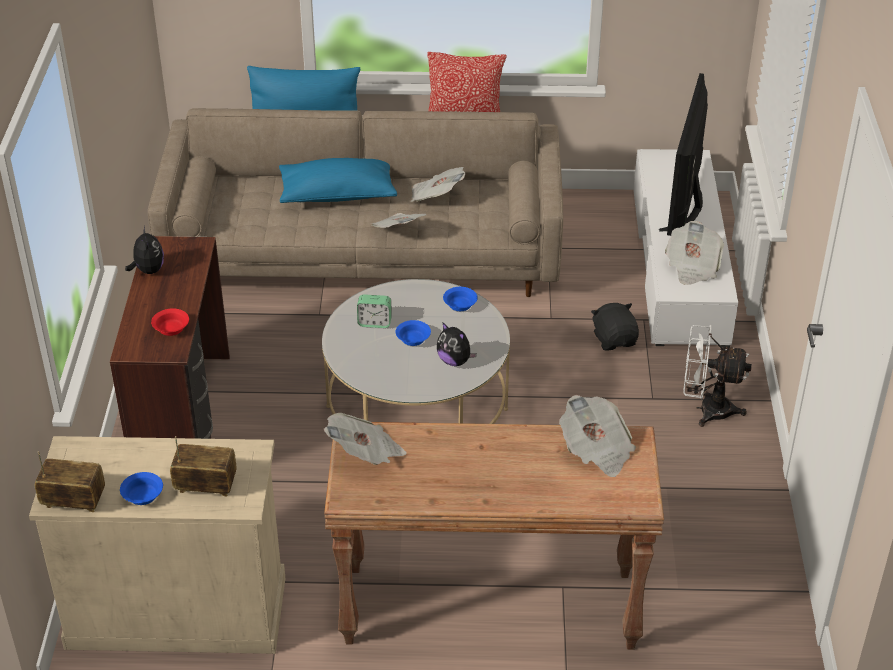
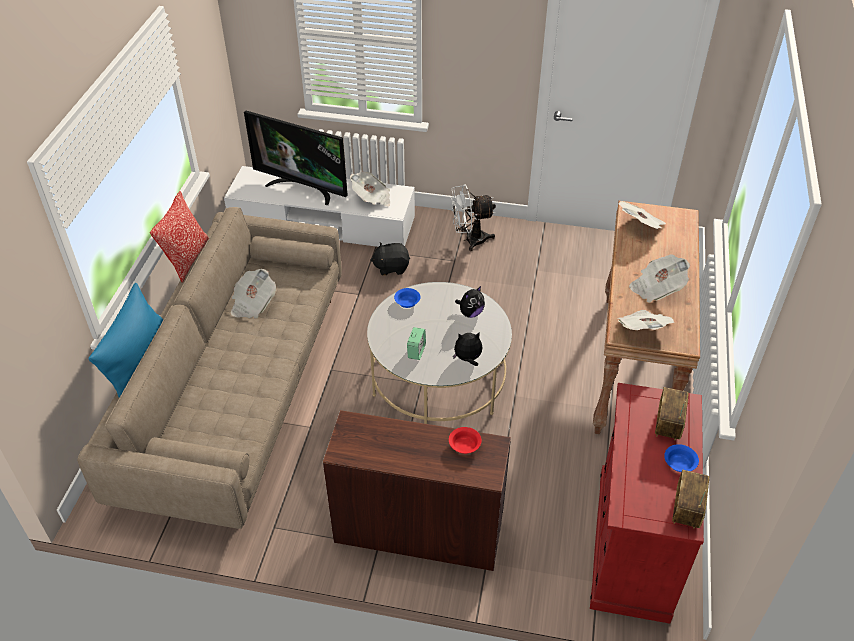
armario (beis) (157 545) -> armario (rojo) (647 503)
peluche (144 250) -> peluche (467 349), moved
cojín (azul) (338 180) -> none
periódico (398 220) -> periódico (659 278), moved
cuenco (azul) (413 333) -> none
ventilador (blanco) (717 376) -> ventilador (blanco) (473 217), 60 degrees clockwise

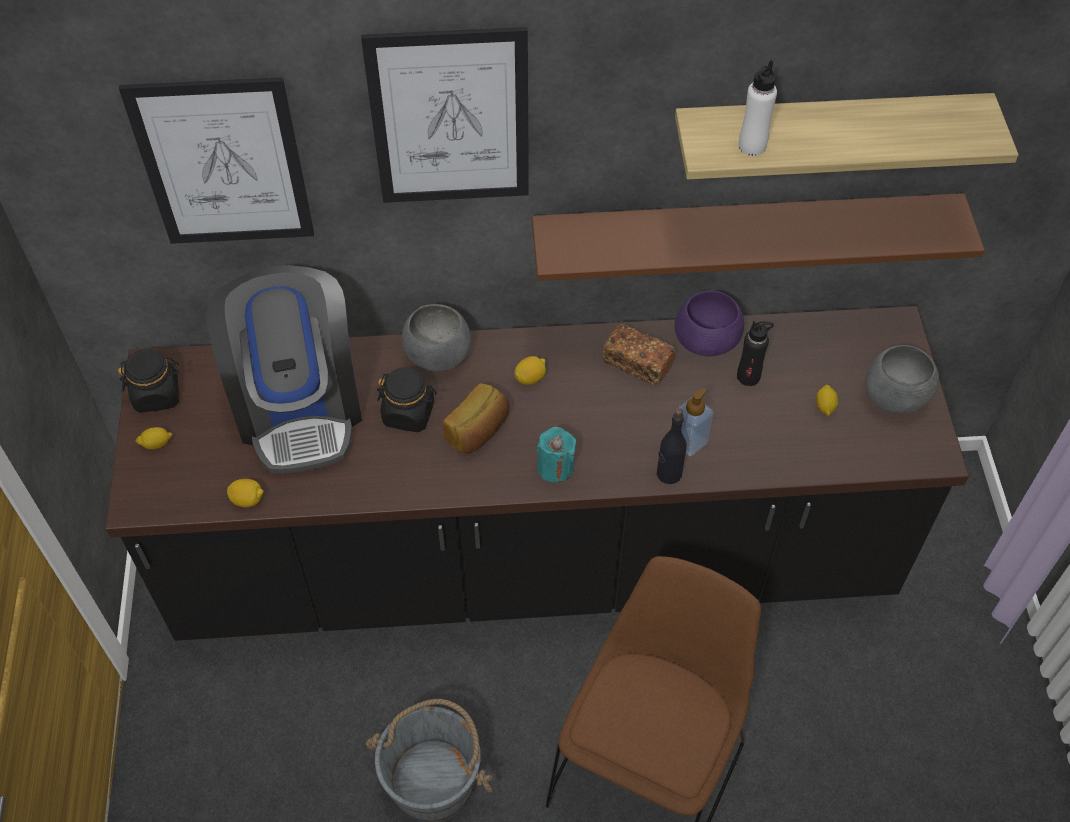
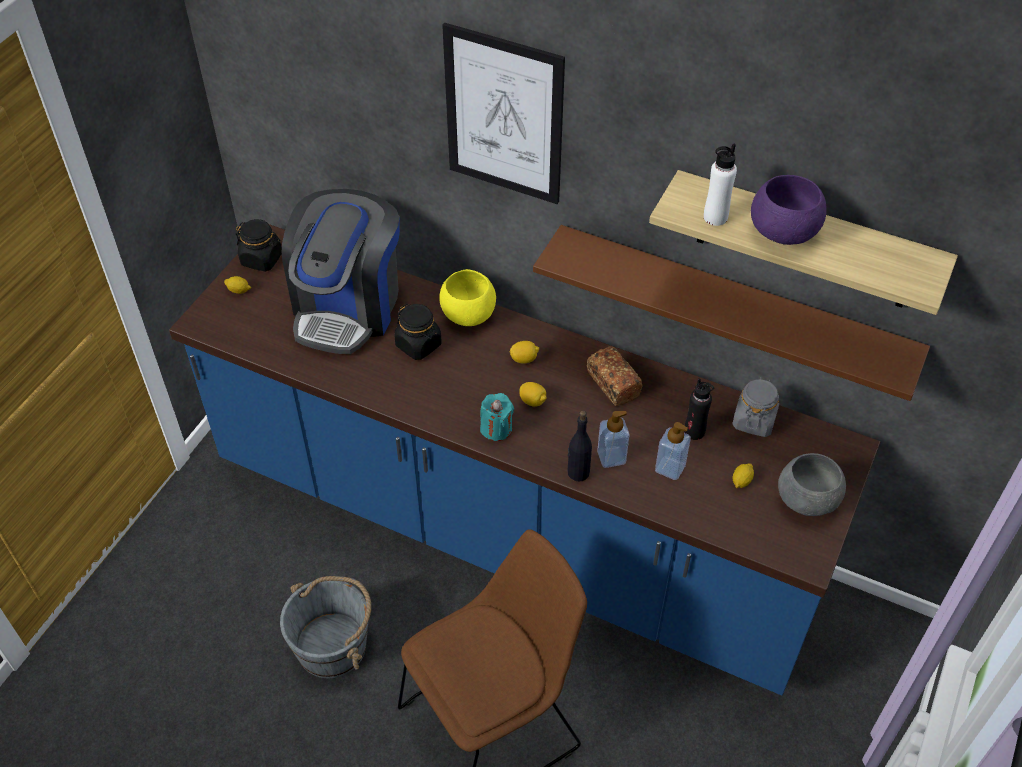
mueble bajo de cocina (negro) (537 473) -> mueble bajo de cocina (azul) (524 460)
cuadro (216 160) -> none
limón (245 493) -> limón (533 394), moved
cuenco (gris) (436 338) -> cuenco (amarillo) (467 297)
pan (476 418) -> none
cuenco (morado) (709 324) -> cuenco (morado) (789 210), moved
none -> dispensador de jabón (673 451)
none -> tarro (gris) (755 407)

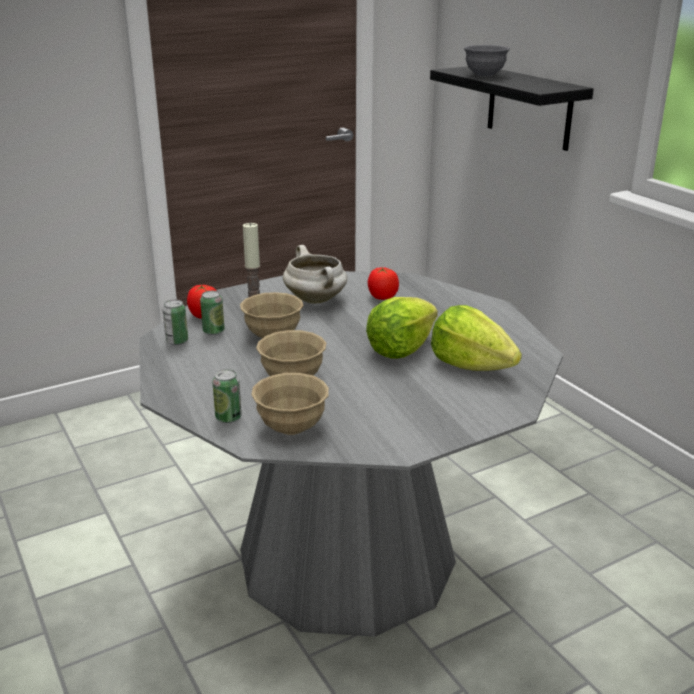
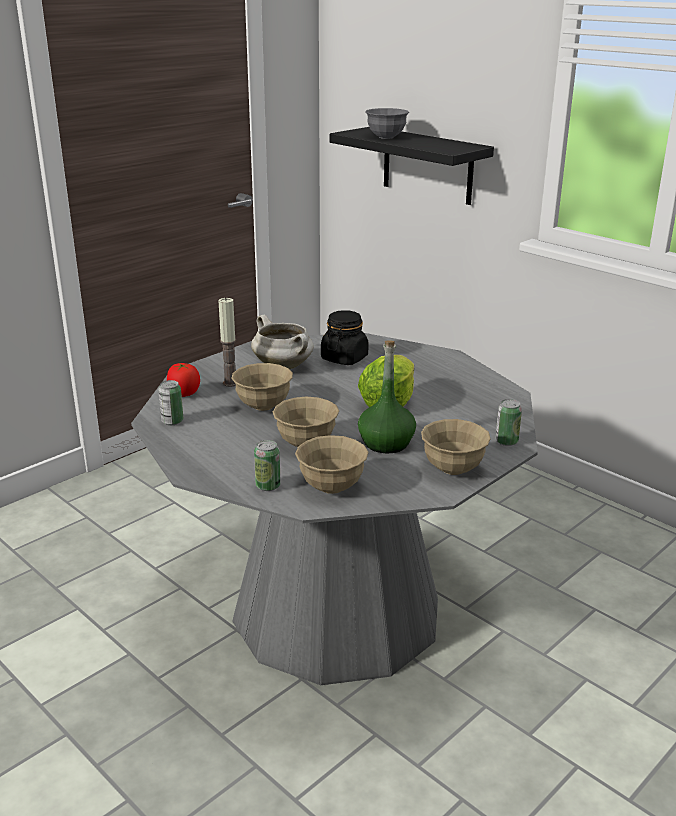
lata (212 313) -> lata (508 422), moved
tomate (383 283) -> tarro (negro) (344 337)
lechuga (476 338) -> none
none -> botella (verde) (387 396)
none -> cuenco (beis) (456 447)

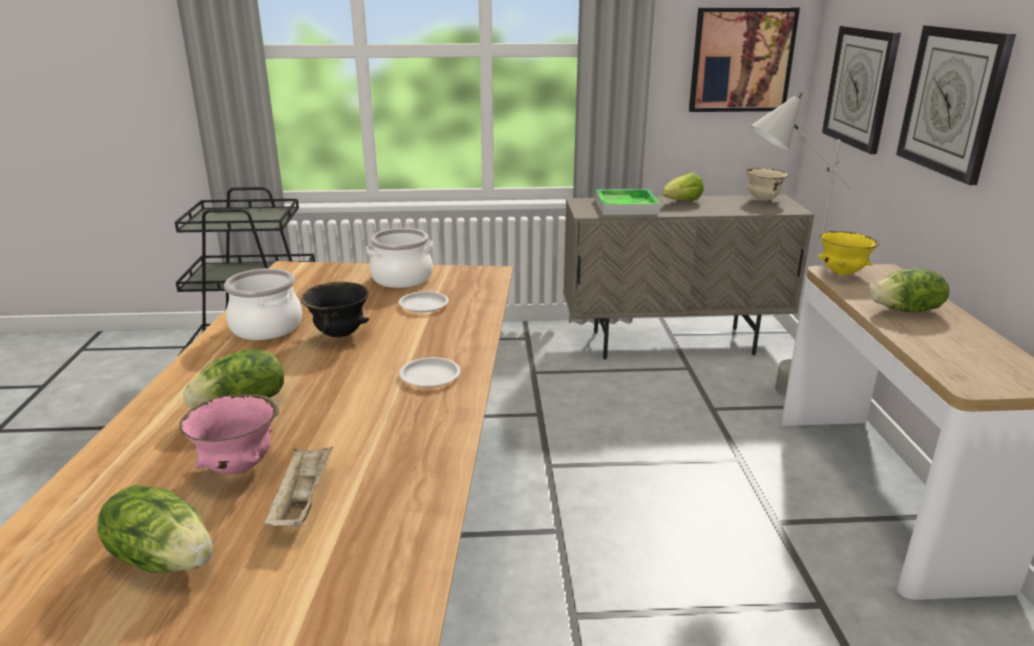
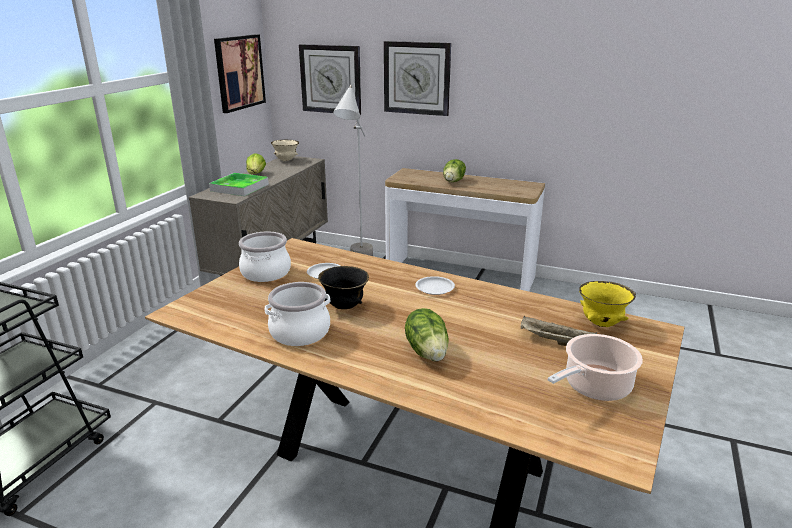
lechuga (155 529) -> olla (595 367)
cuenco (rosa) (229 434) -> none
cuenco (amarillo) (848 253) -> cuenco (amarillo) (607 304), moved

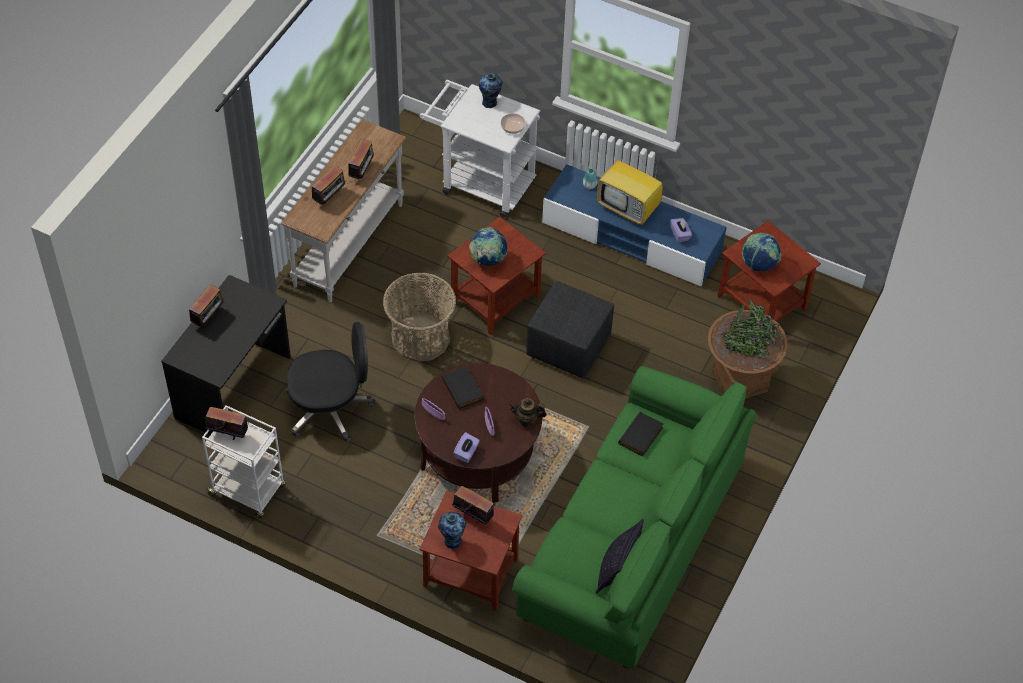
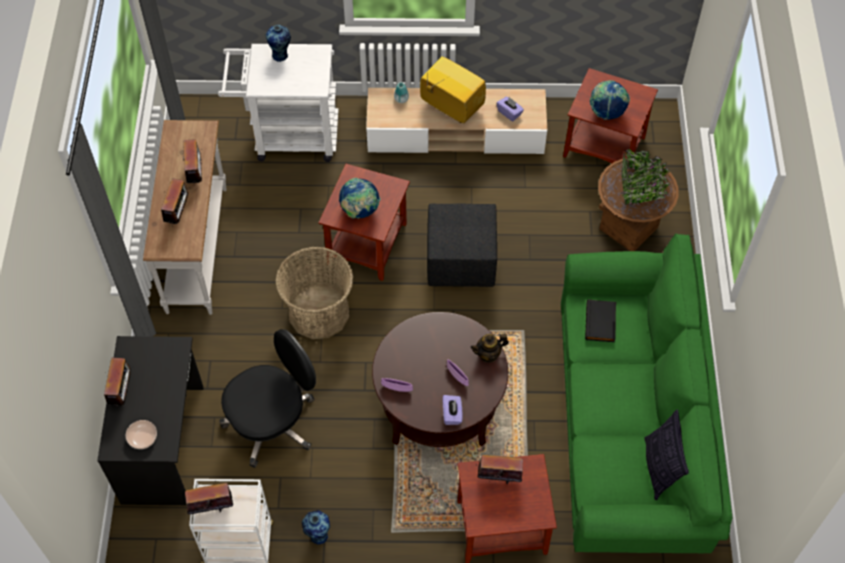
florero (452 530) -> florero (316 527), moved
libro (negro) (463 387) -> none
cuenco (513 123) -> cuenco (141 434), moved
mueble de televisión (azul) (634 225) -> mueble de televisión (beis) (456 121)
televisor (630 189) -> televisor (453 89), 150 degrees counterclockwise

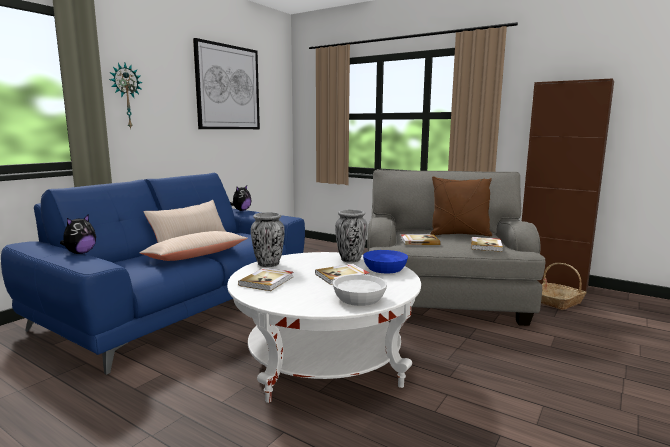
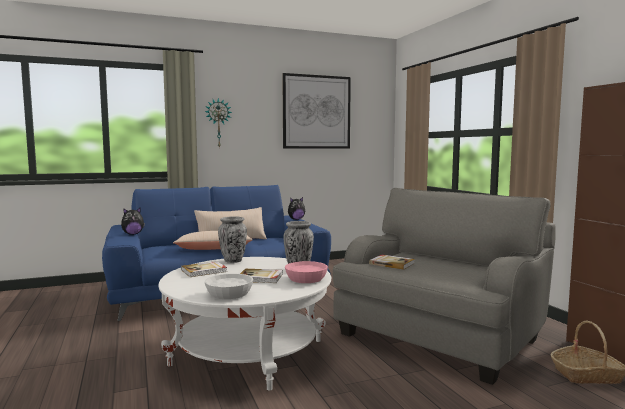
cuenco (azul) (385 262) -> cuenco (rosa) (306 272)
cojín (marrón) (461 206) -> none
libro (487 244) -> none

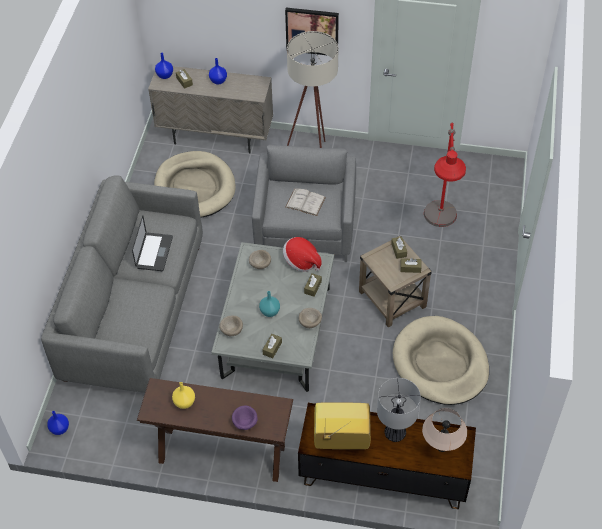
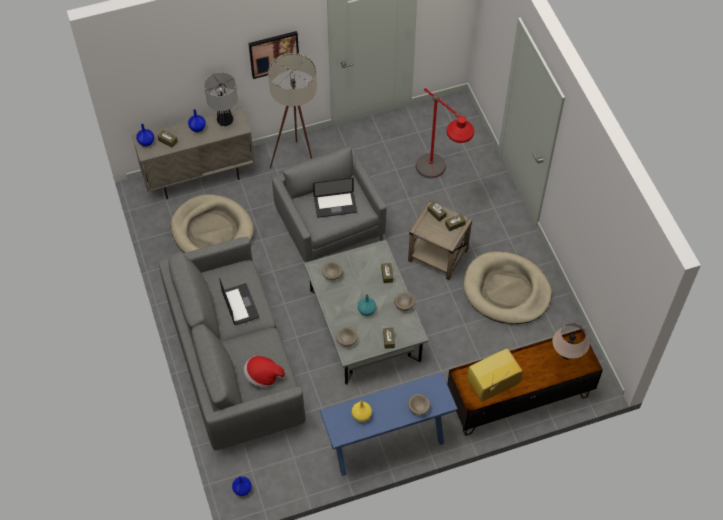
mesa consola (marrón) (215 430) -> mesa consola (azul) (389 424)
cuenco (morado) (245 418) -> cuenco (beis) (419 405)
sombrero (302 254) -> sombrero (264 372), moved
libro (blanco) (305 202) -> portátil (335 198)
lámpara de mesa (399 410) -> lámpara de mesa (221 99), moved

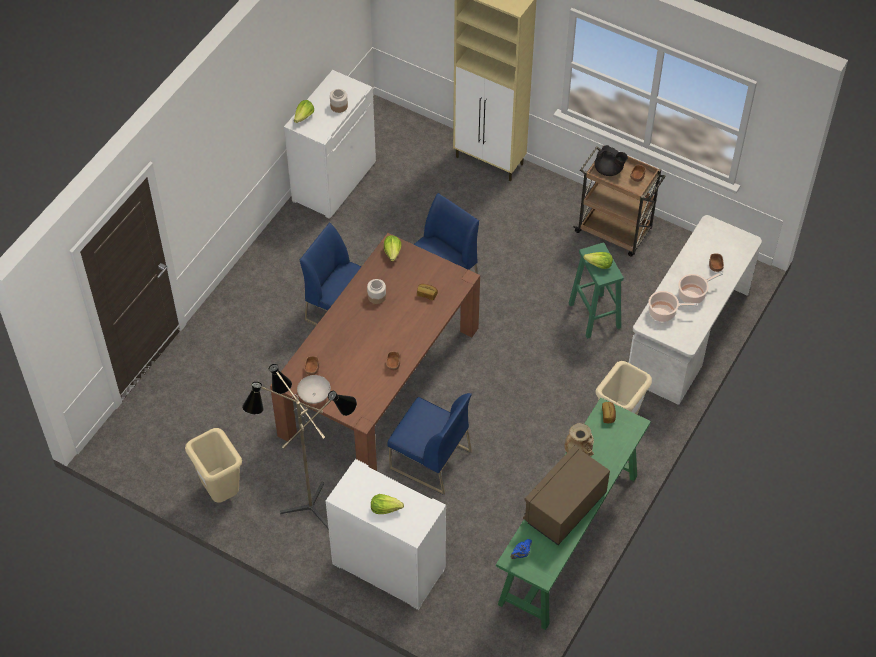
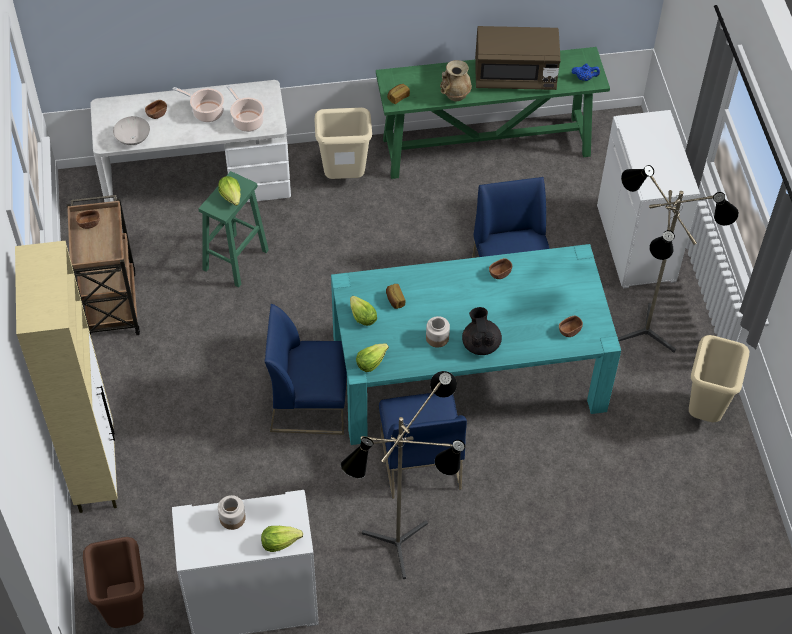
mesa de comedor (marrón) (375 352) -> mesa de comedor (turquesa) (476 344)
cuenco (blanco) (314 389) -> cuenco (blanco) (131 130), moved
lechuga (387 504) -> lechuga (363 311), moved
tetera (negro) (611 160) -> tetera (negro) (482 331), moved
none -> papelera (marrón) (113 582)
none -> lámpara de pie (403 475)

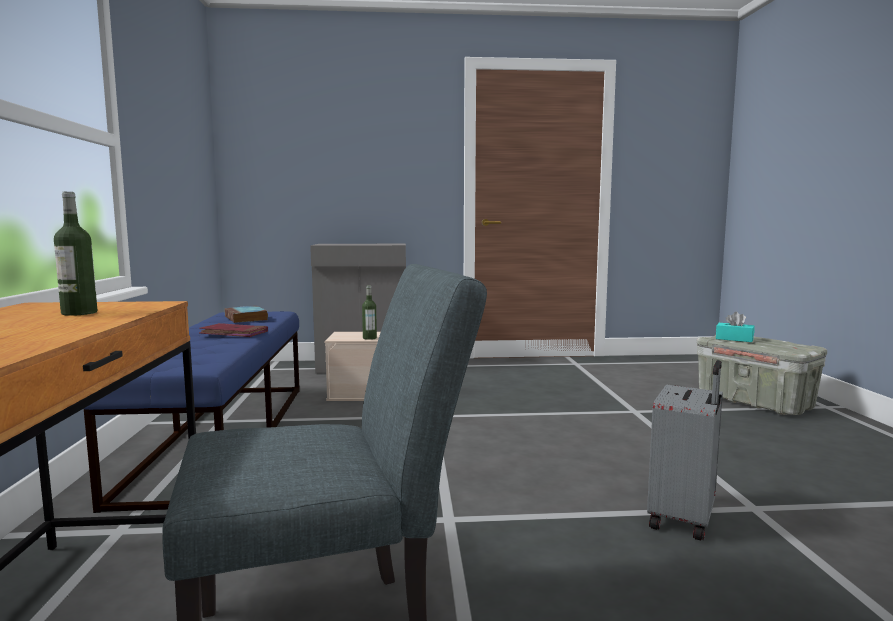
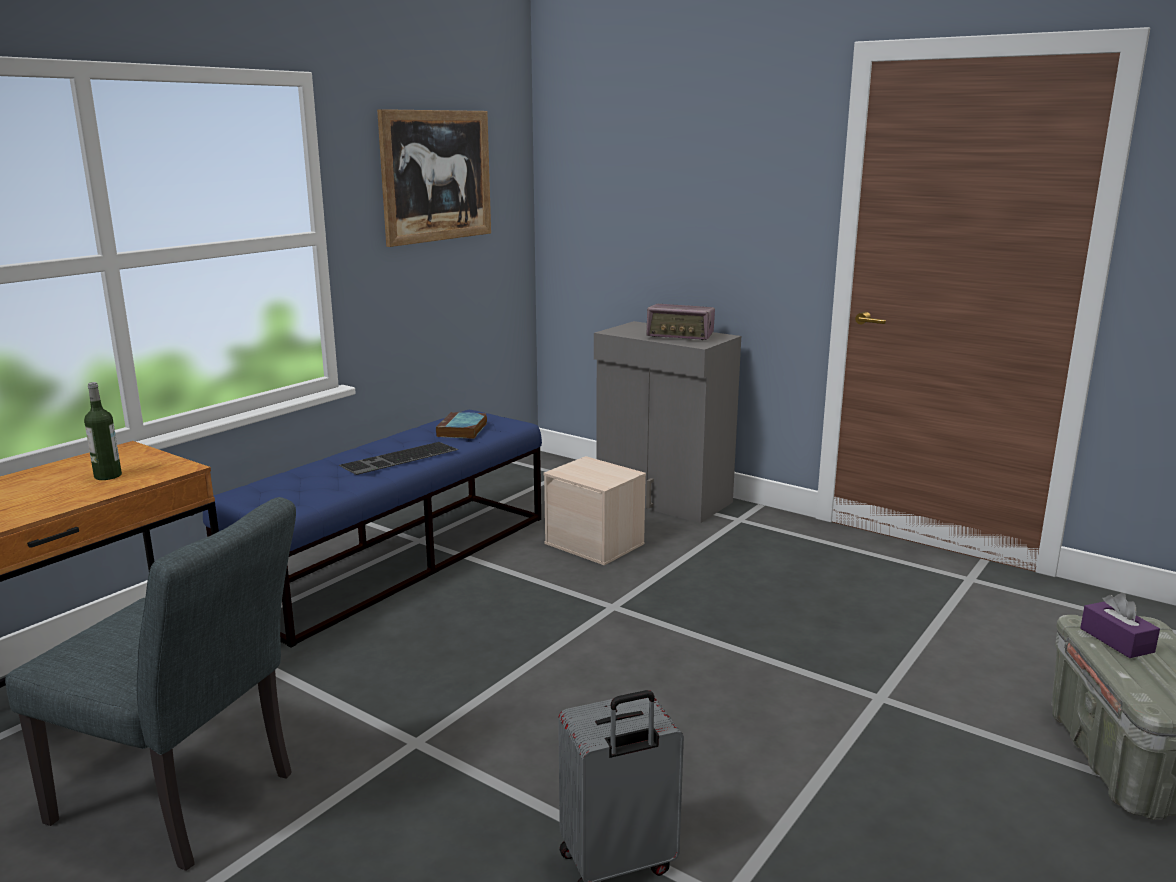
libro (rojo) (233 330) -> teclado (399 458)
botella (369 312) -> none
caja de pañuelos (turquesa) (735 327) -> caja de pañuelos (morado) (1120 625)
none -> cuadro (434 178)
none -> radio (681 322)

